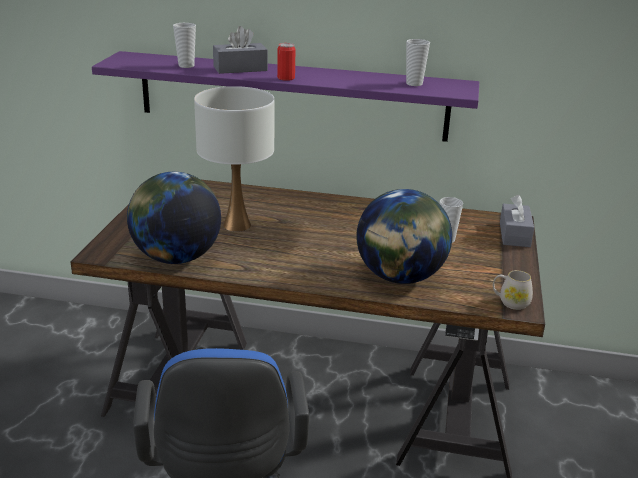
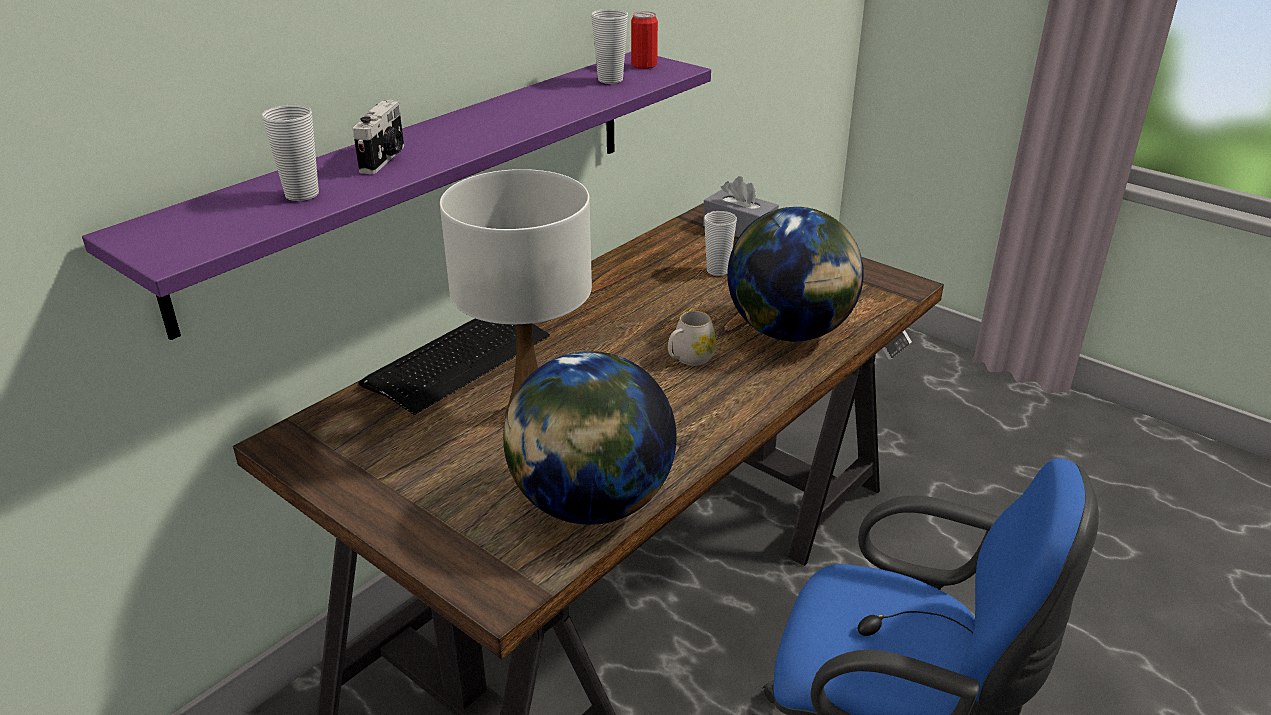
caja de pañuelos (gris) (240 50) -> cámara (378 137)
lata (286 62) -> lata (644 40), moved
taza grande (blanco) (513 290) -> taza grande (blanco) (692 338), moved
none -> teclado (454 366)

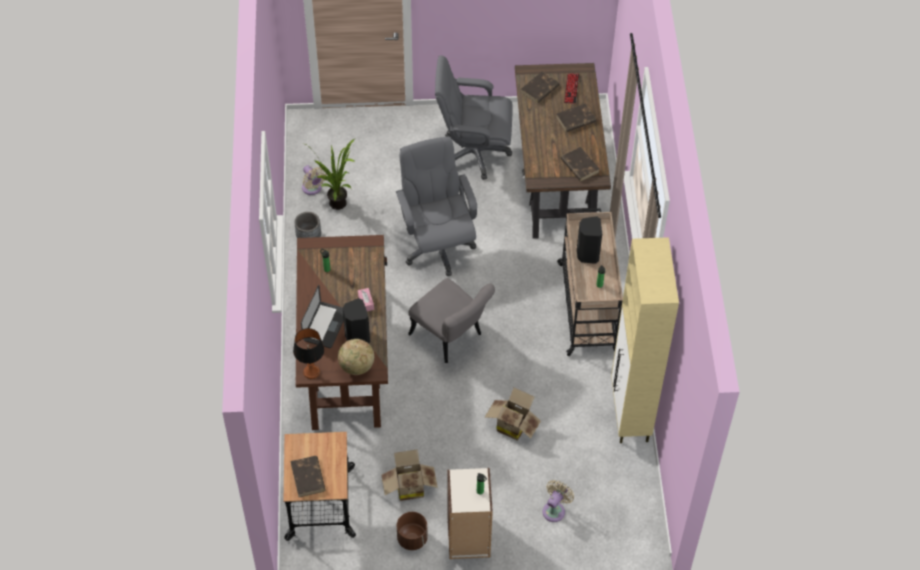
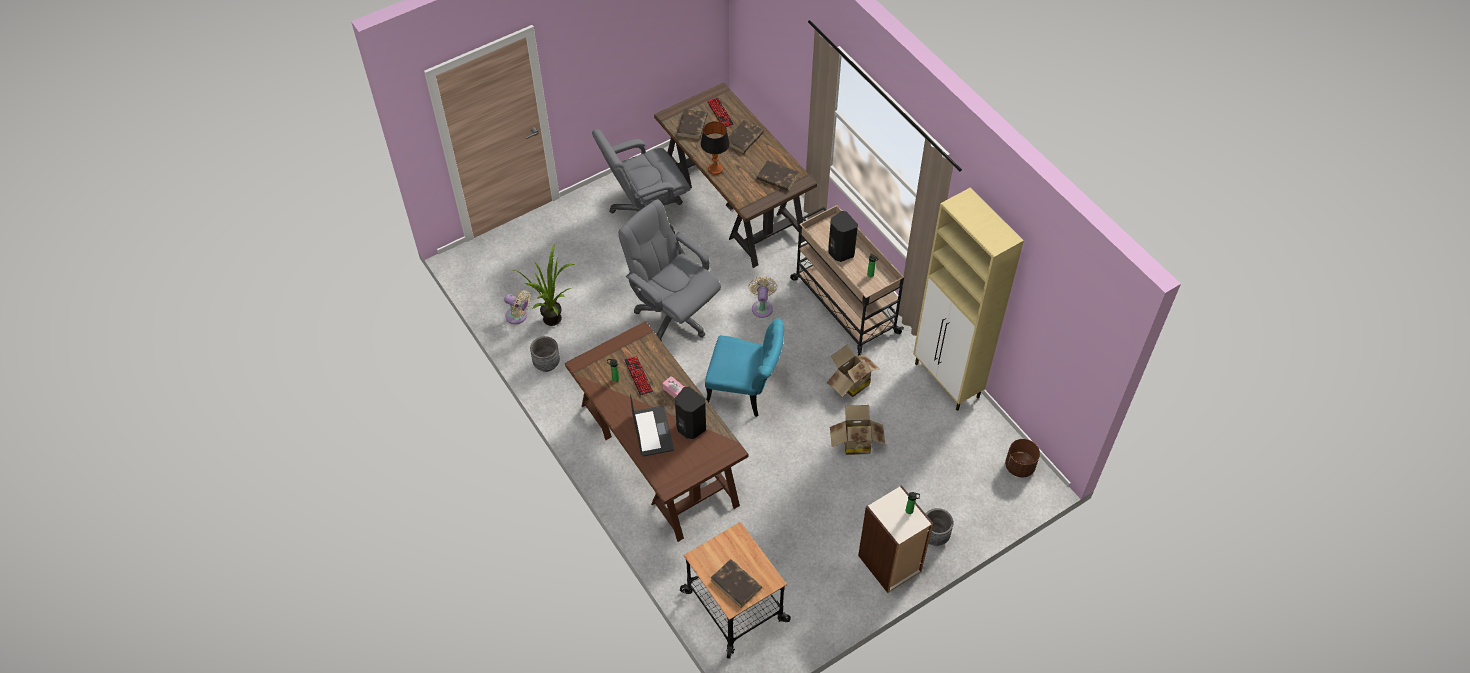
lámpara de mesa (309 353) -> lámpara de mesa (715 148), moved
globo terráqueo (356 357) -> none
caja de cartón (409 475) -> caja de cartón (853 370), moved
maceta (marrón) (412 531) -> maceta (marrón) (1022 458), moved
silla (gris) (451 320) -> silla (turquesa) (744 367)
ventilador (beis) (558 501) -> ventilador (beis) (762 297), moved
none -> teclado (638 376)
none -> maceta (gris) (940 527)

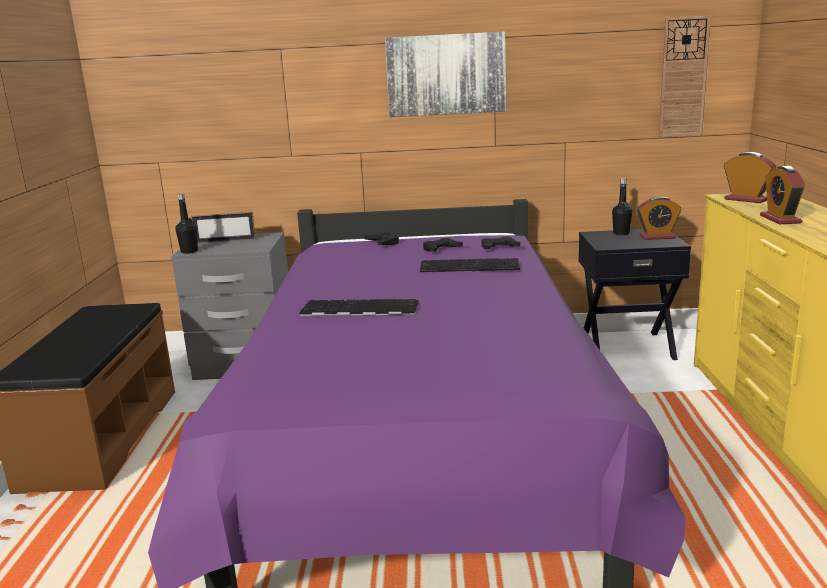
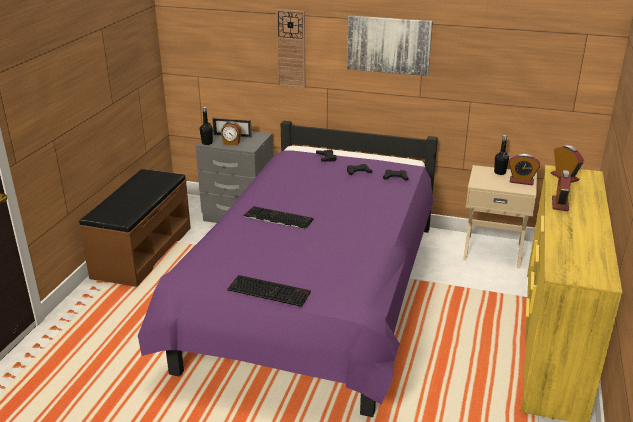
teclado (470 265) -> teclado (269 291), moved
mesita de noche (negro) (634 294) -> mesita de noche (beis) (500 217)
reloj de pared (685 76) -> reloj de pared (290 48), moved
none -> despertador (231 133)

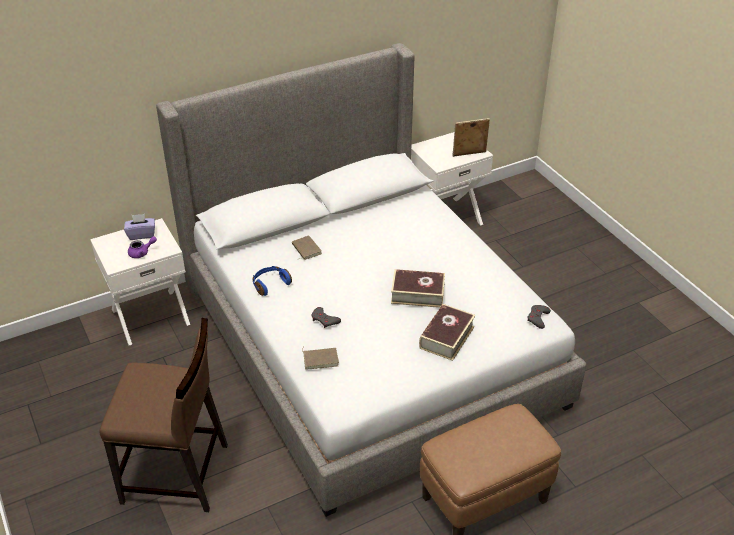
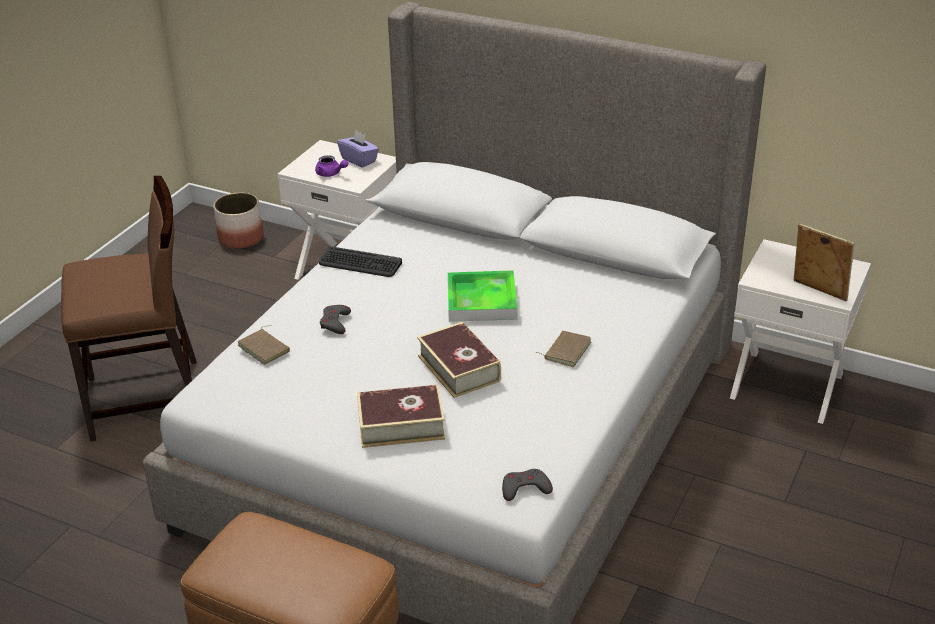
silla (marrón) (163 415) -> silla (marrón) (129 309), 75 degrees counterclockwise
auriculares (azul) (272 281) -> teclado (360 261)
libro (marrón) (307 248) -> libro (marrón) (563 349), moved
none -> maceta (238 220)
none -> bandeja (482 296)

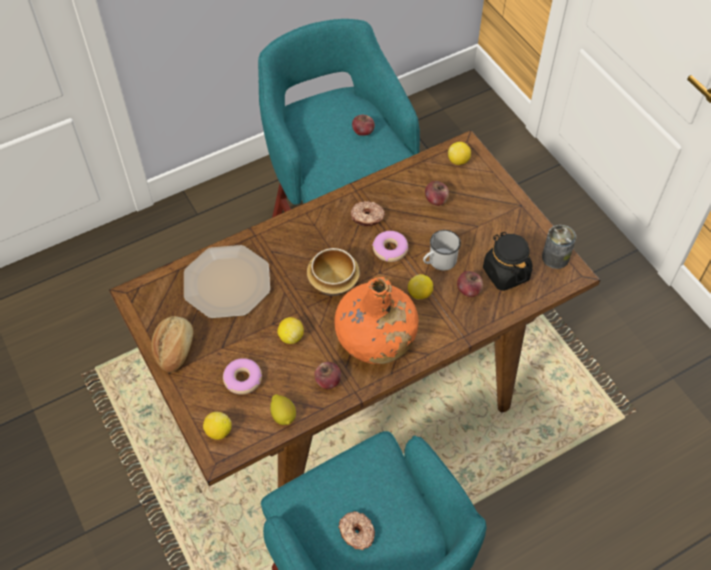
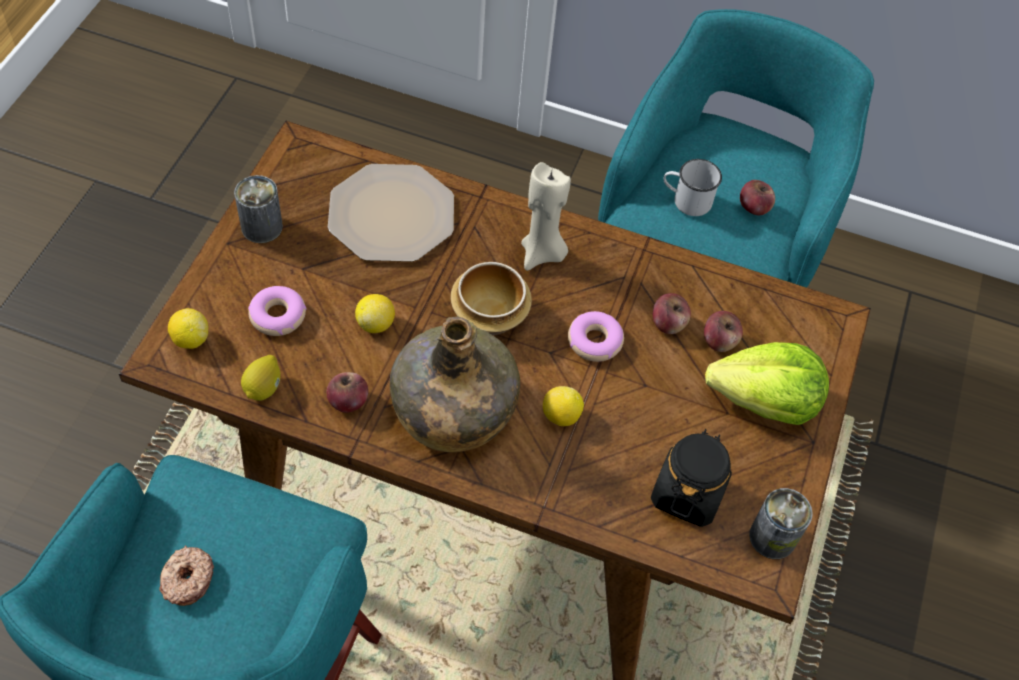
pan (172 344) -> lata (258 209)
botella (naranja) (376 320) -> botella (verde) (455 384)
rosquilla (368 214) -> none
taza grande (blanco) (442 250) -> taza grande (blanco) (692 187), moved
limón (459 153) -> none
manzana (470 284) -> manzana (672 313), moved
none -> vela (beis) (546 216)
none -> lechuga (767 383)

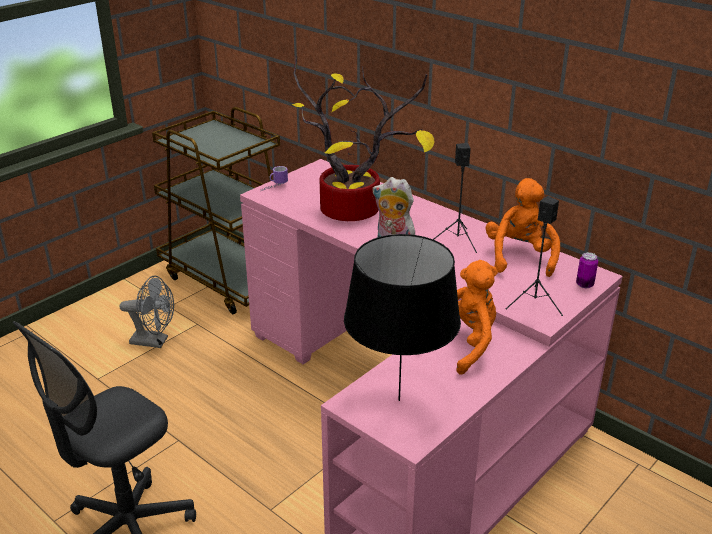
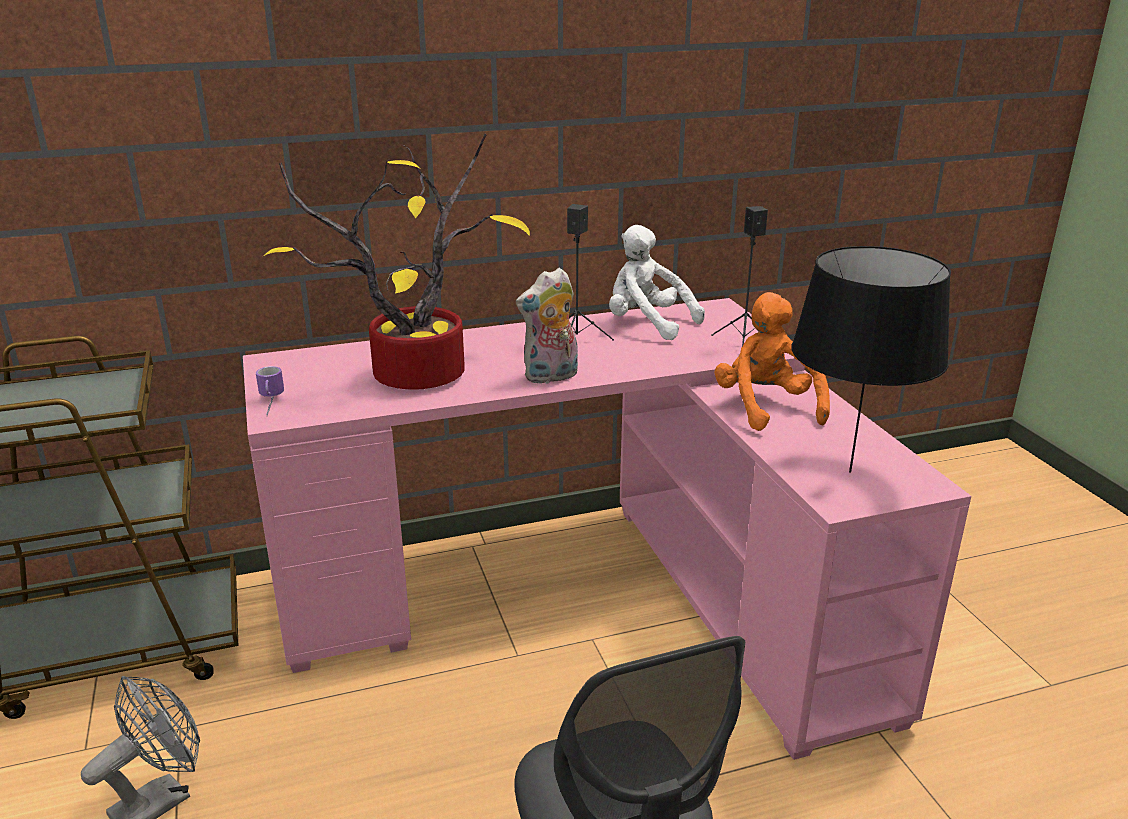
peluche (naranja) (523 227) -> peluche (blanco) (657 282)
lata (587 270) -> none

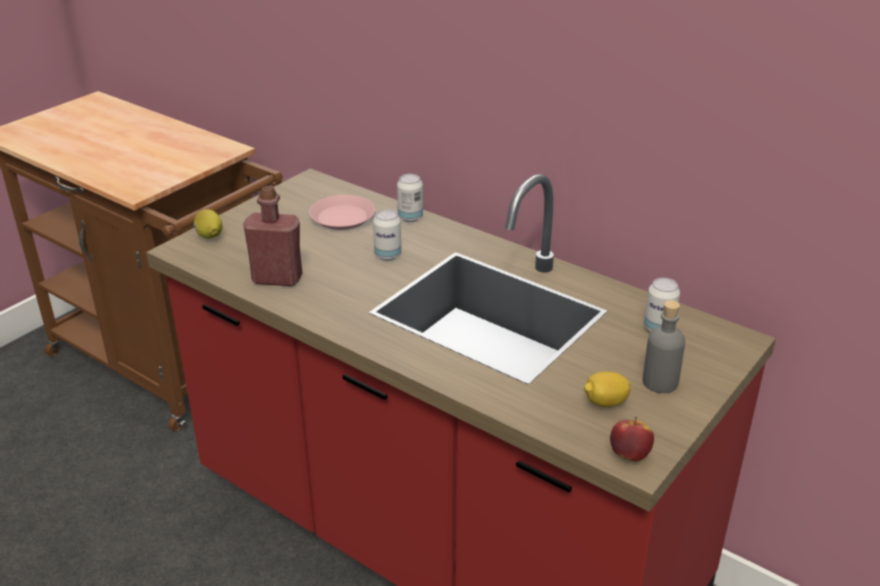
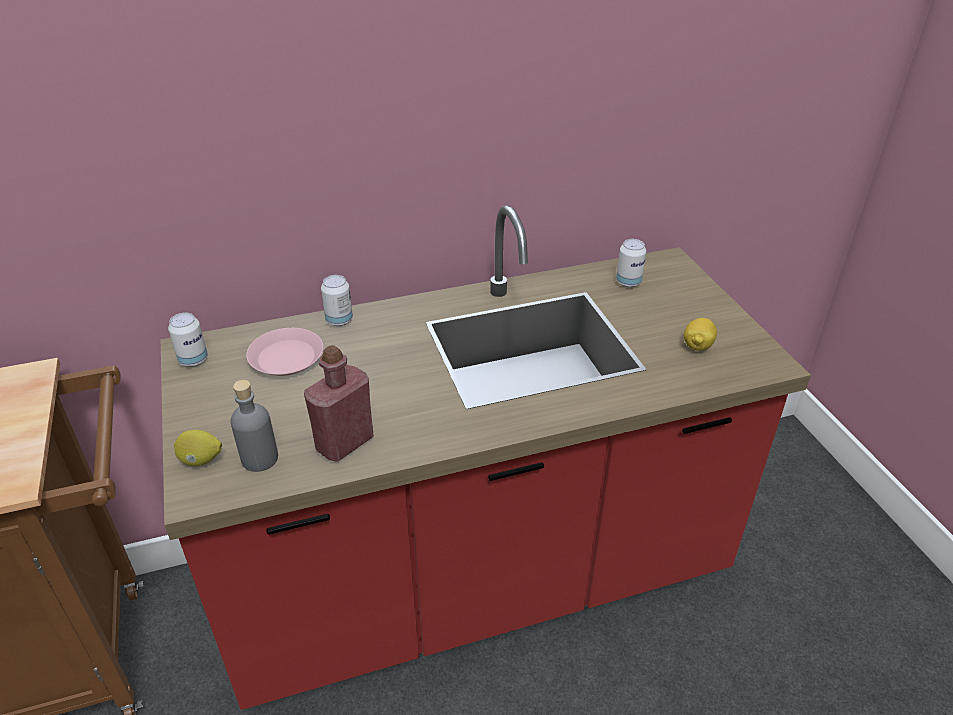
lata (387 234) -> lata (188 340), moved
manzana (632 439) -> none
botella (gris) (664 346) -> botella (gris) (254 426), moved

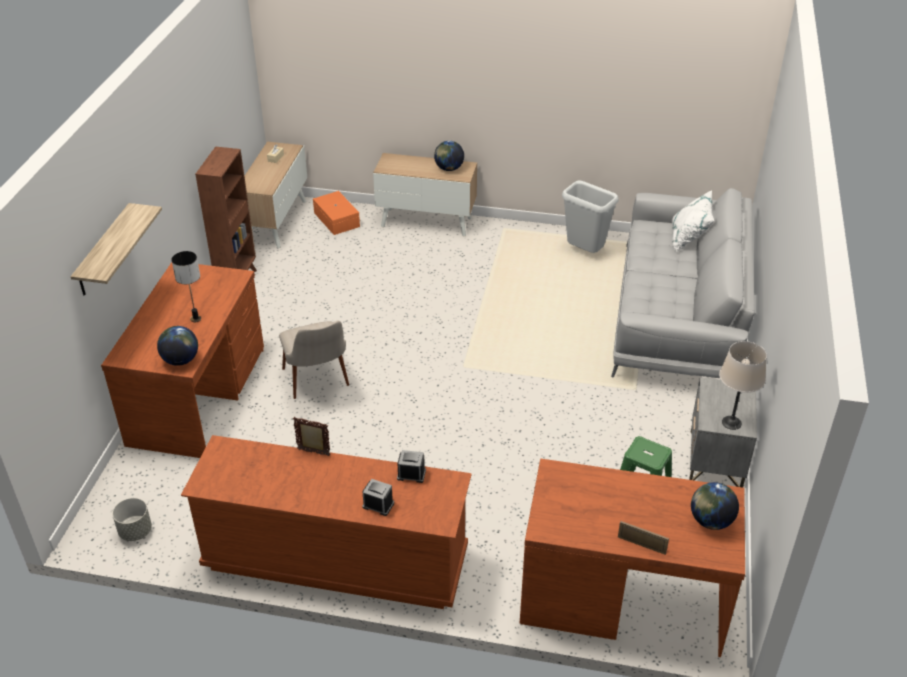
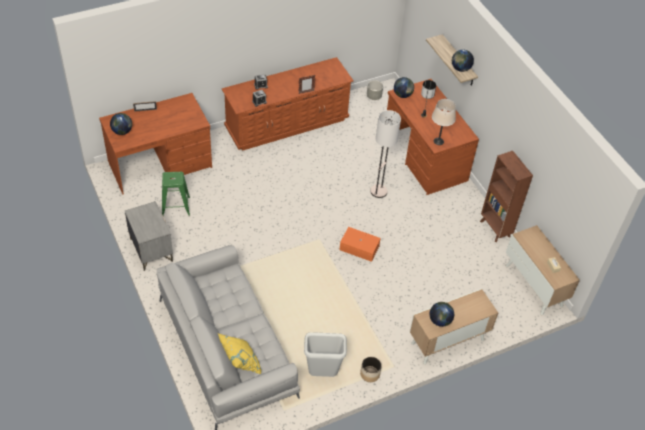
silla (beis) (314 359) -> lámpara de pie (385 154)
caja de almacenaje (naranja) (336 213) -> caja de almacenaje (naranja) (360 244), moved
cojín (blanco) (693 221) -> cojín (amarillo) (239 353)
lámpara de mesa (beis) (743 385) -> lámpara de mesa (beis) (444 122), moved
none -> maceta (371 369)
none -> globo terráqueo (463 61)

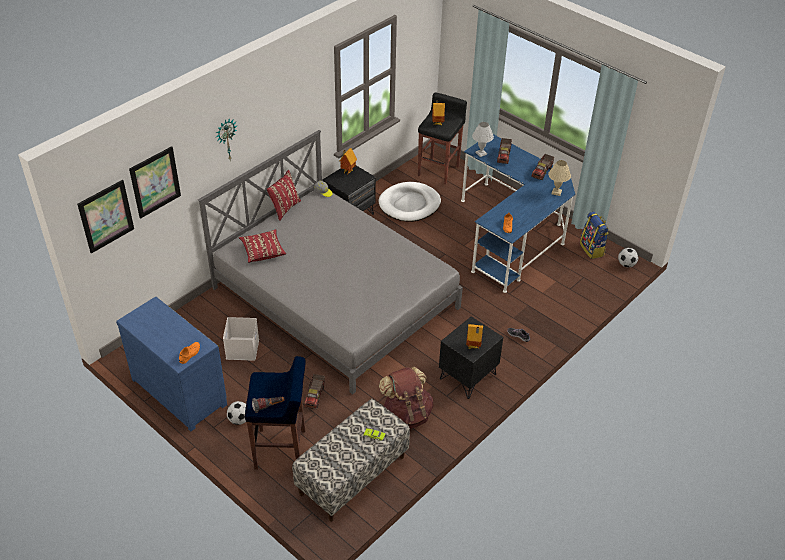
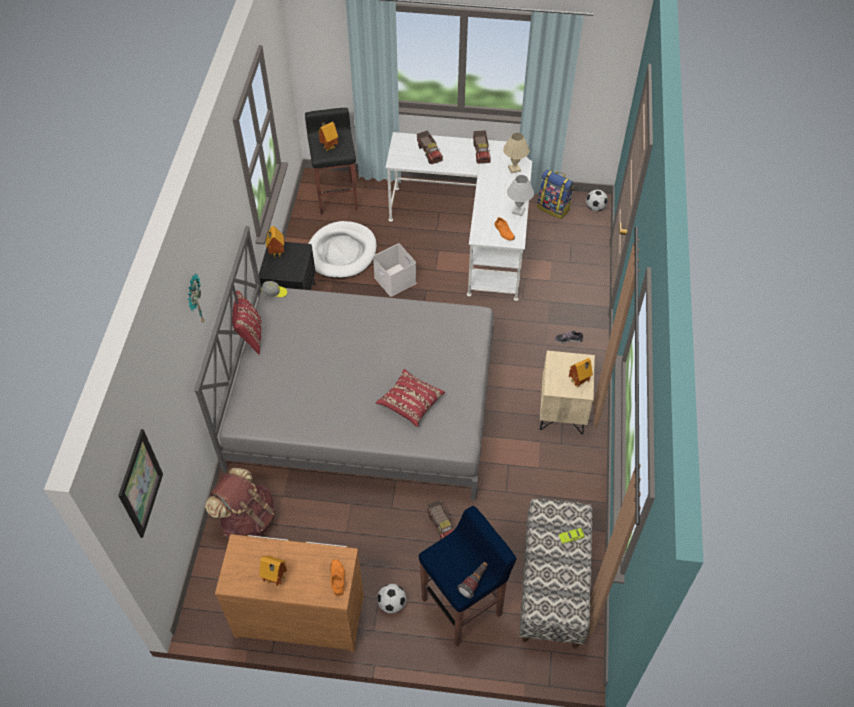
cómoda (azul) (171 364) -> cómoda (marrón) (289 593)
cuadro (155 182) -> none
caja de almacenaje (blanco) (241 339) -> caja de almacenaje (blanco) (394 270), moved
cojín (rojo) (262 246) -> cojín (rojo) (410 398), moved
mochila (marrón) (406 398) -> mochila (marrón) (240 503), moved
mesita de noche (negro) (471 357) -> mesita de noche (beis) (567 392)
escritorio (azul) (518 213) -> escritorio (blanco) (458 216)
lámpara de mesa (blanco) (483 139) -> lámpara de mesa (blanco) (520 195), moved
none -> casita (273 571)

